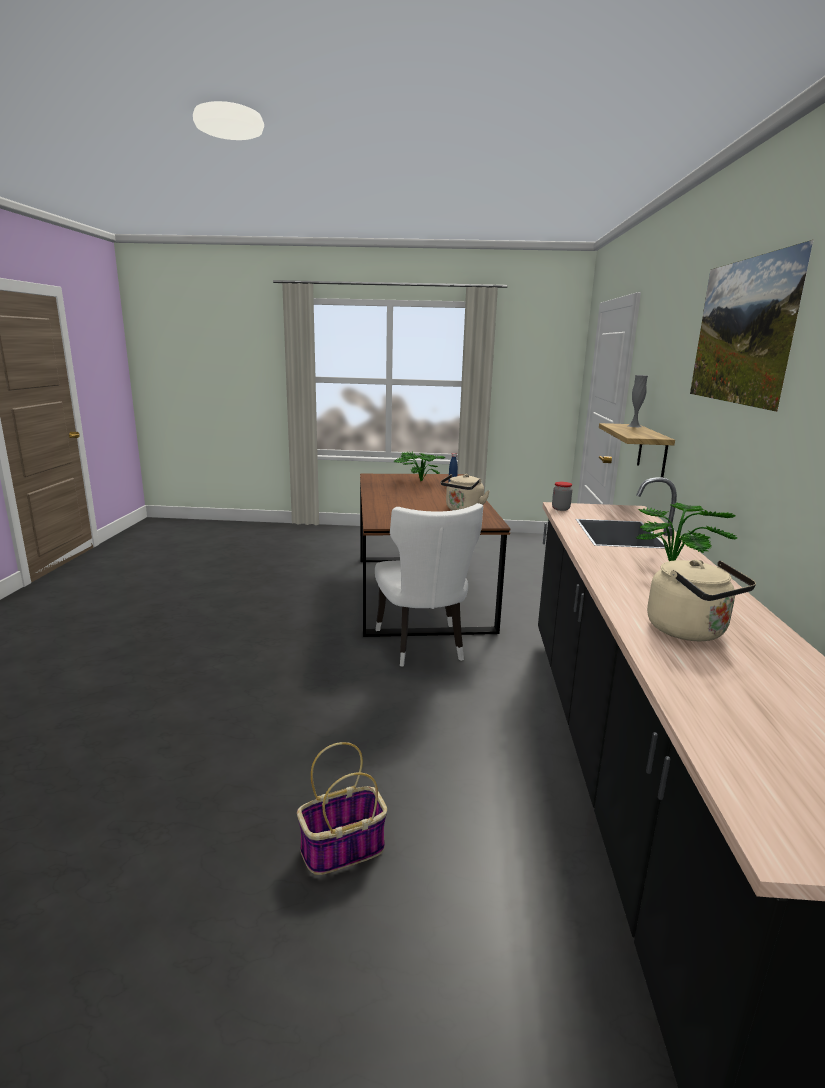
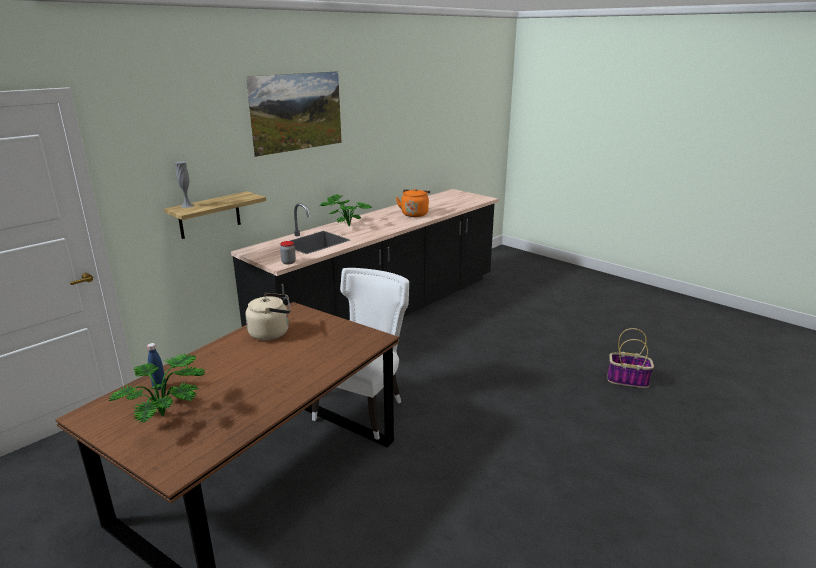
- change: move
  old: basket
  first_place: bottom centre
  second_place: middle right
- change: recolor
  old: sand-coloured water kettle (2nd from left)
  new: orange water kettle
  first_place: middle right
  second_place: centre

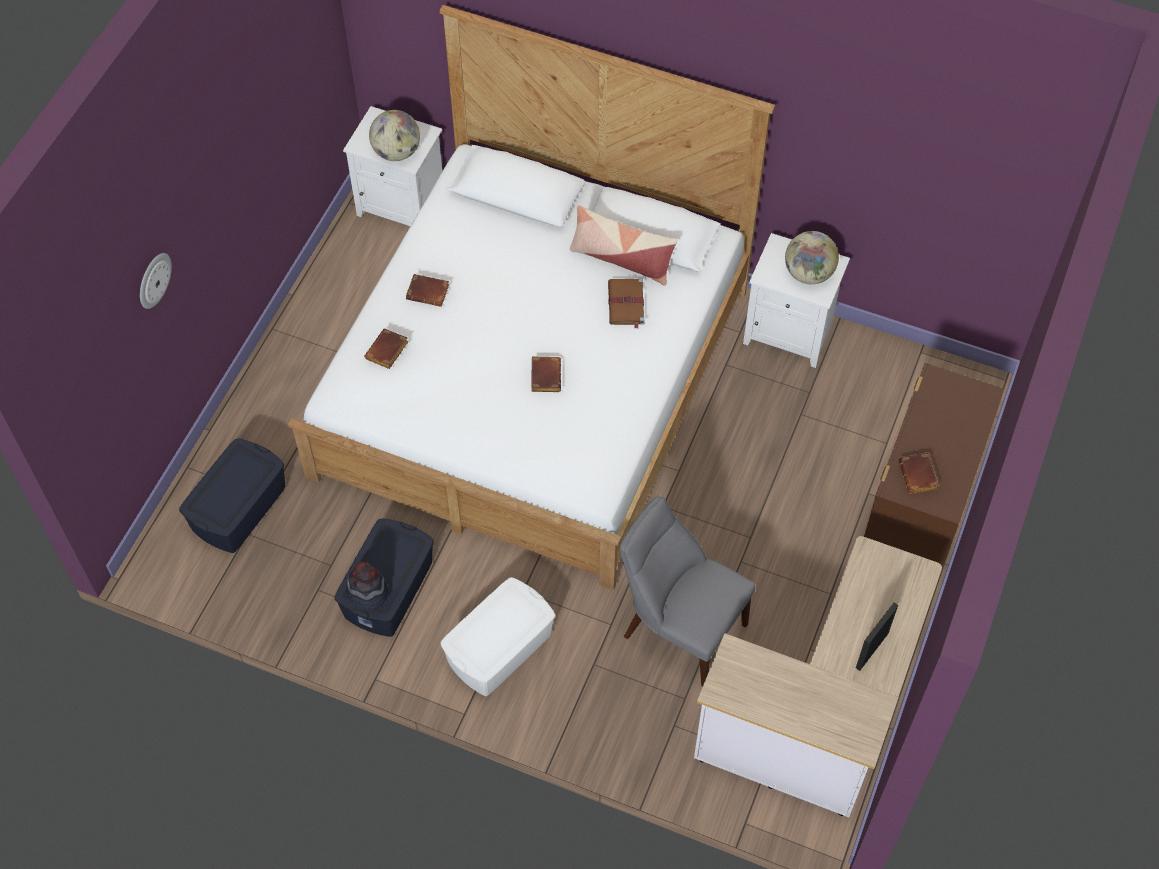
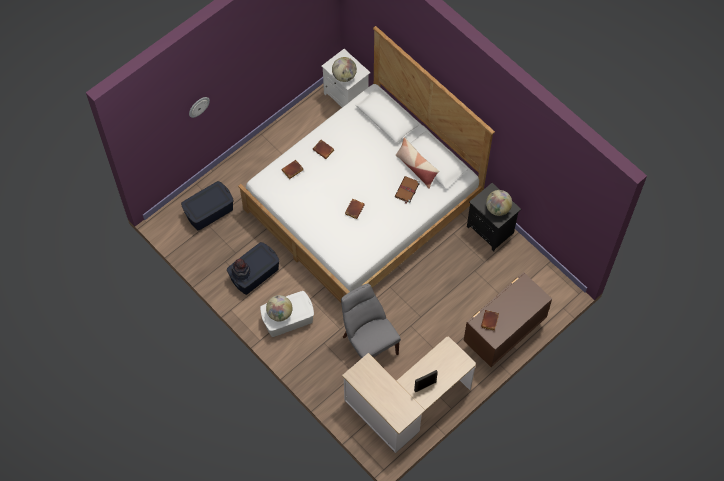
- change: recolor
  old: white-coloured bedside table (2nd from left)
  new: blackish bedside table
  first_place: middle right
  second_place: middle right
- change: insert
  new: globe (1st from left)
  second_place: centre

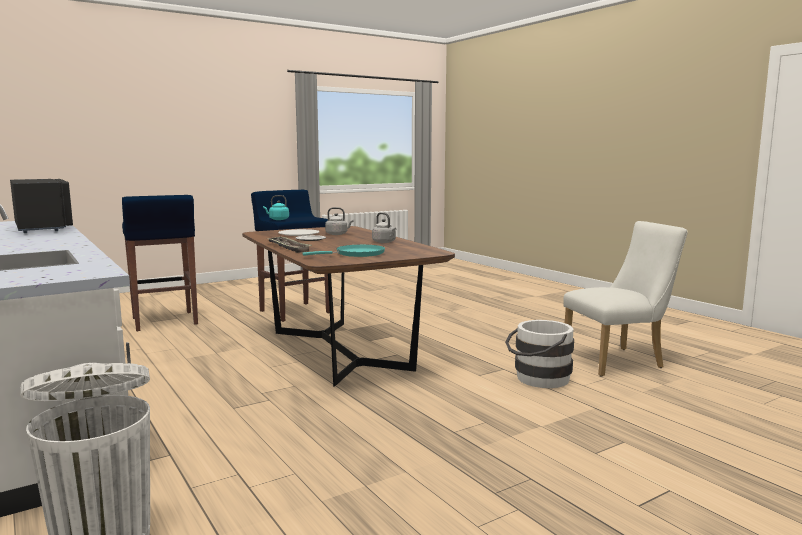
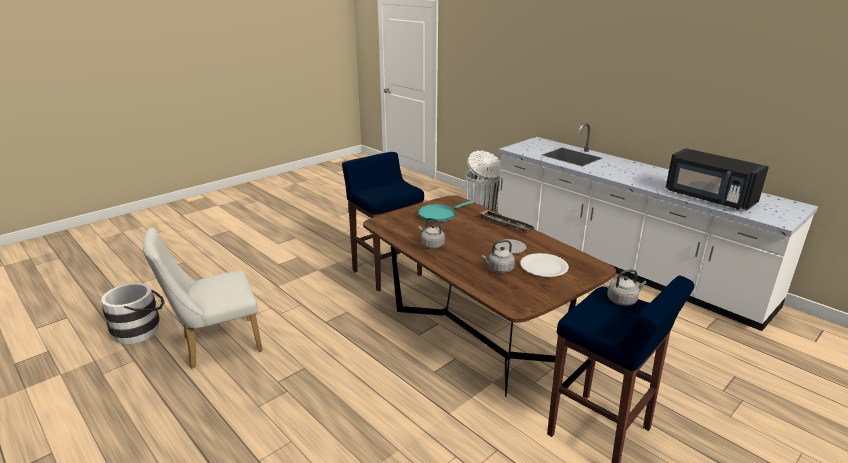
- change: move
  old: blue stool seat (1st from left)
  first_place: middle left
  second_place: centre
- change: recolor
  old: blue-green water kettle
  new: greyish water kettle (3rd from left)
  first_place: centre
  second_place: middle right
- change: move
  old: white-coloured water bucket
  first_place: middle right
  second_place: bottom left

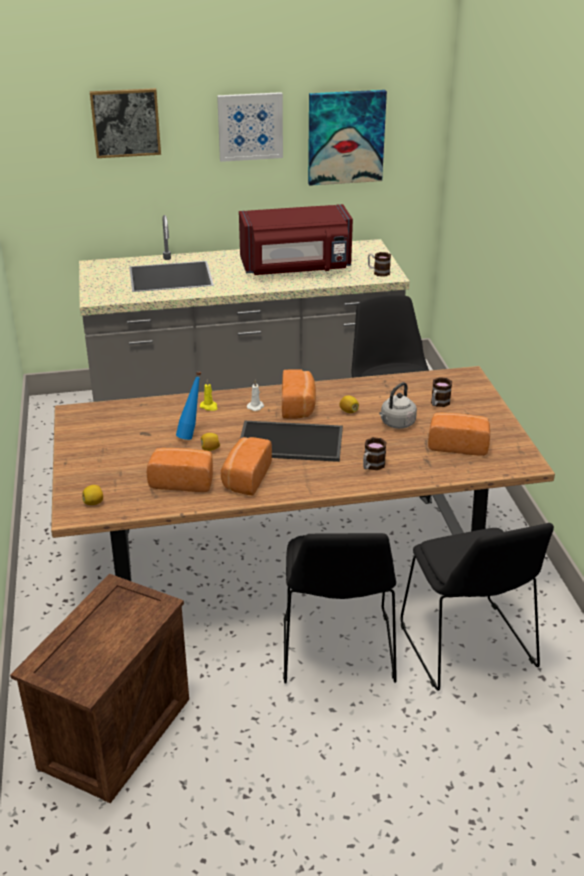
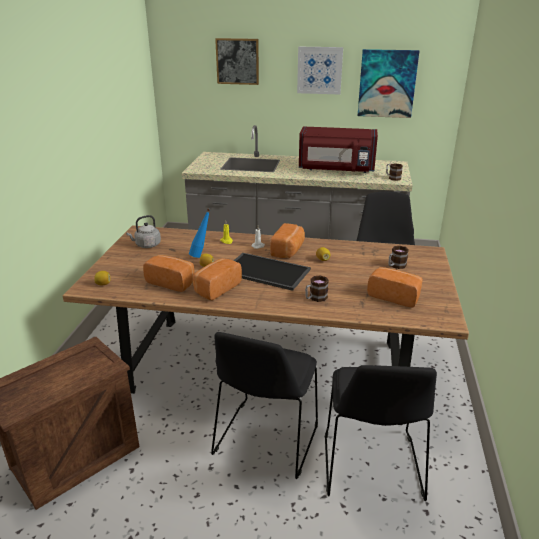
- change: move
  old: greyish water kettle
  first_place: middle right
  second_place: middle left

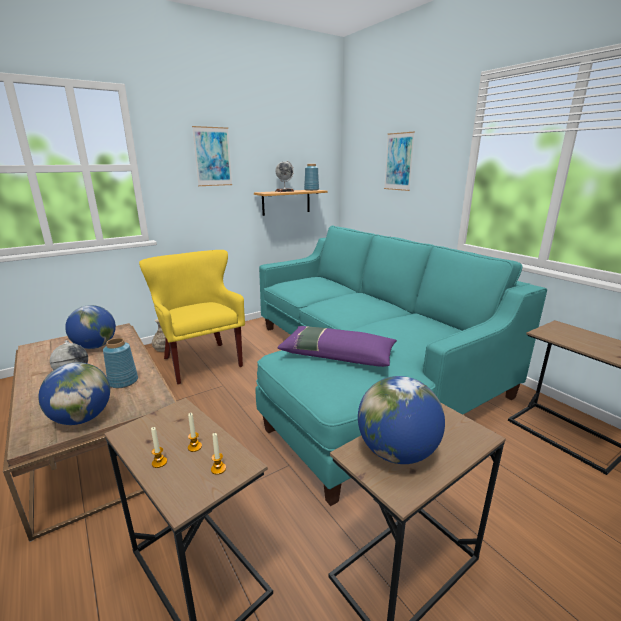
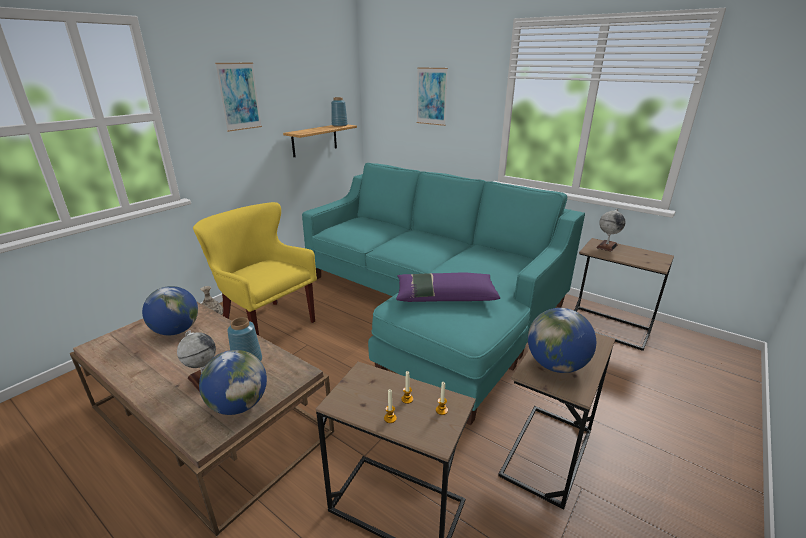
- change: move
  old: globe (4th from left in the first image)
  new: globe (5th from left)
  first_place: top centre
  second_place: middle right

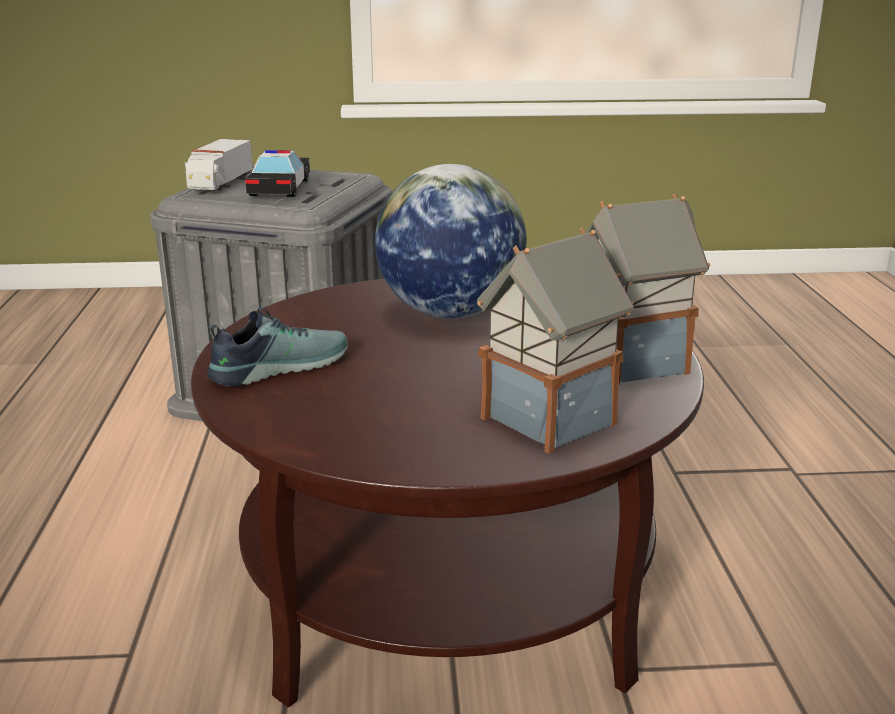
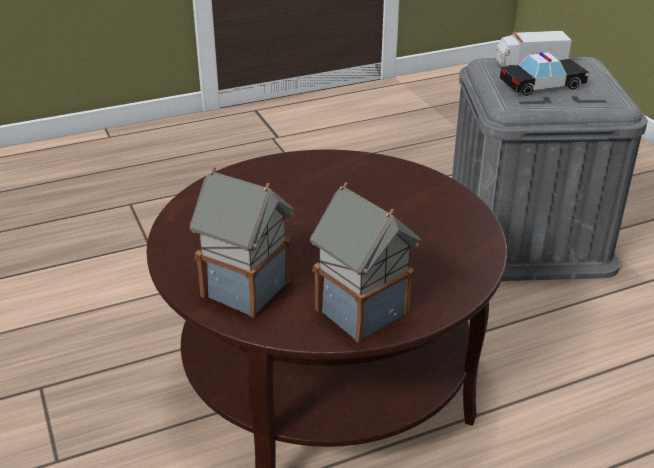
- change: delete
  old: shoe
  first_place: middle left
- change: delete
  old: globe
  first_place: centre

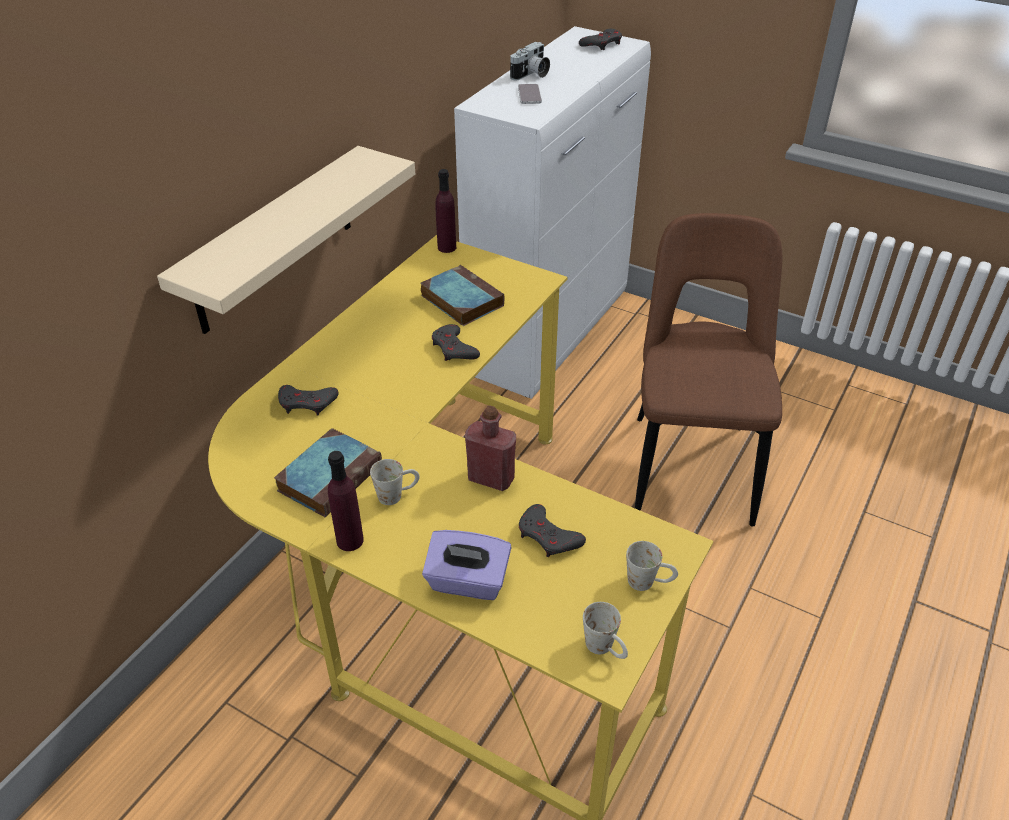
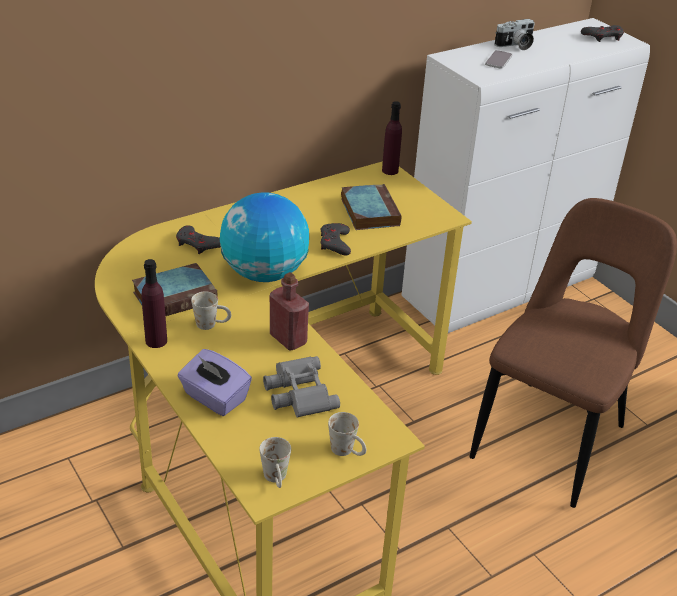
- change: delete
  old: sand-coloured bracket shelf
  first_place: top left
- change: replace
  old: greyish game controller (3rd from left)
  new: greyish field glasses
  first_place: centre
  second_place: centre
- change: insert
  new: globe
  second_place: centre

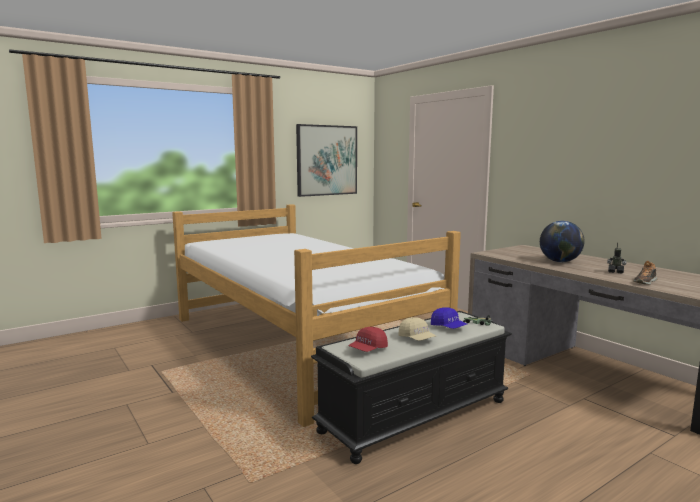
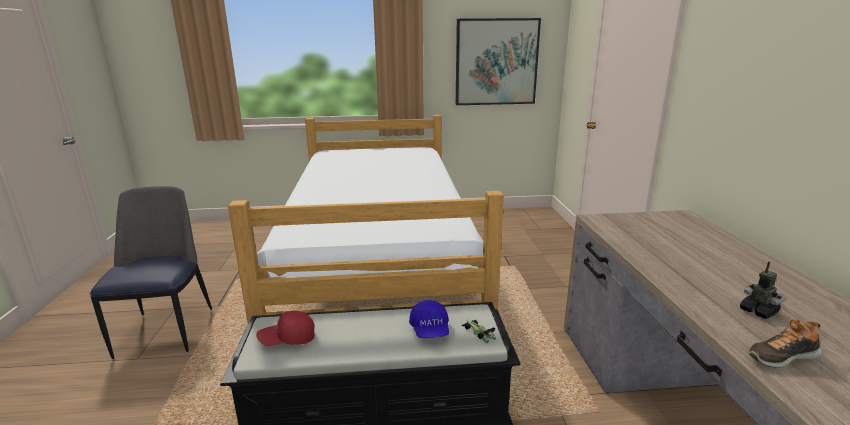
- change: delete
  old: sand-coloured peaked cap
  first_place: centre
- change: delete
  old: globe
  first_place: middle right
- change: insert
  new: plain chair
  second_place: middle left

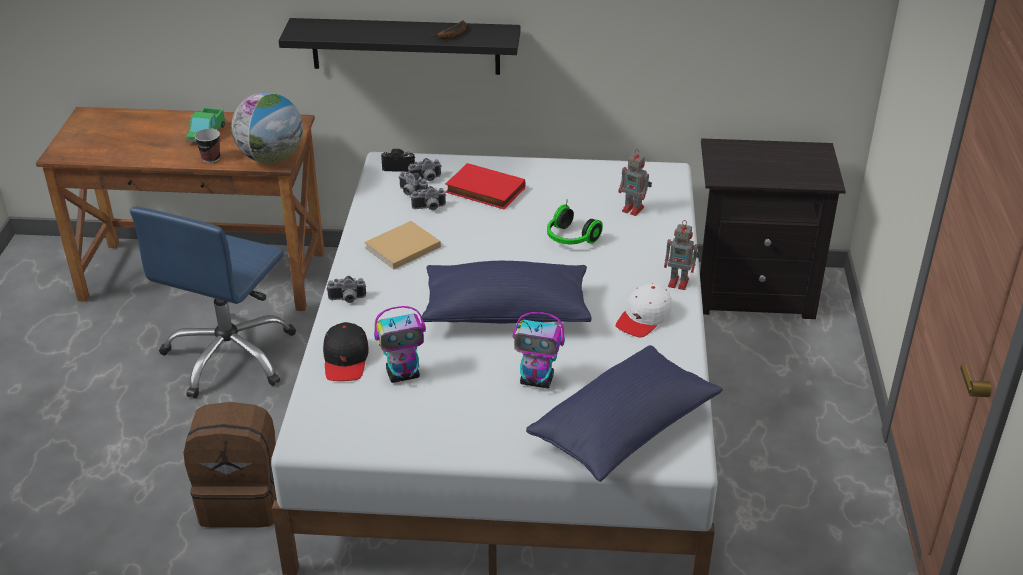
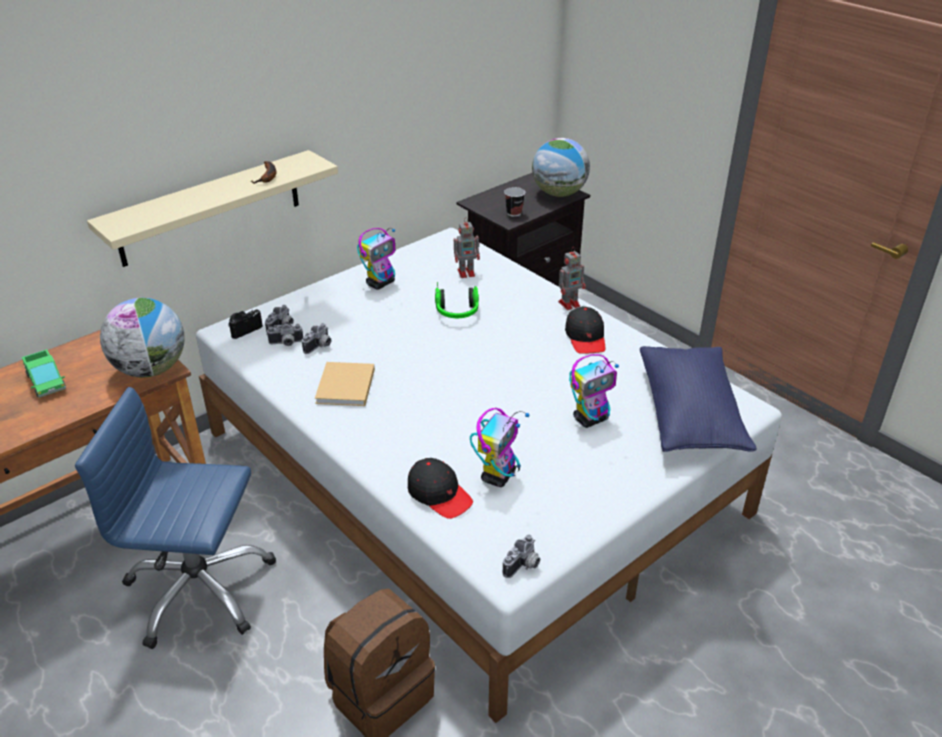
- change: rotate
  old: blue computer chair
  first_place: middle left
  second_place: bottom left
  degrees: 120
- change: move
  old: drinking cup
  first_place: top left
  second_place: top centre
- change: recolor
  old: blackish bracket shelf
  new: sand-coloured bracket shelf
  first_place: top centre
  second_place: top left
- change: move
  old: still camera (1st from left in the first image)
  new: still camera (5th from left)
  first_place: centre
  second_place: bottom centre
- change: delete
  old: blue cushion (1st from left)
  first_place: centre
- change: delete
  old: reddish bound book
  first_place: top centre
- change: recolor
  old: white-coloured peaked cap
  new: blackish peaked cap (2nd from left)
  first_place: centre
  second_place: centre
- change: insert
  new: robot figure (1st from left)
  second_place: centre
- change: insert
  new: globe (2nd from left)
  second_place: top centre

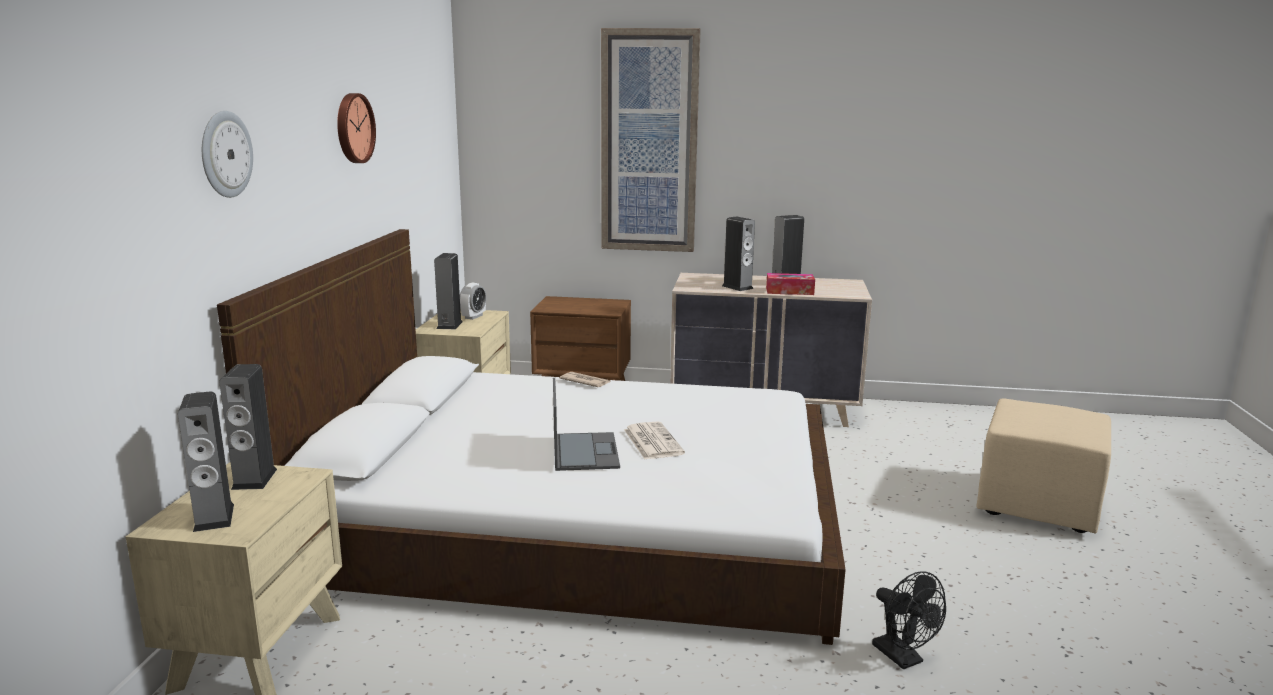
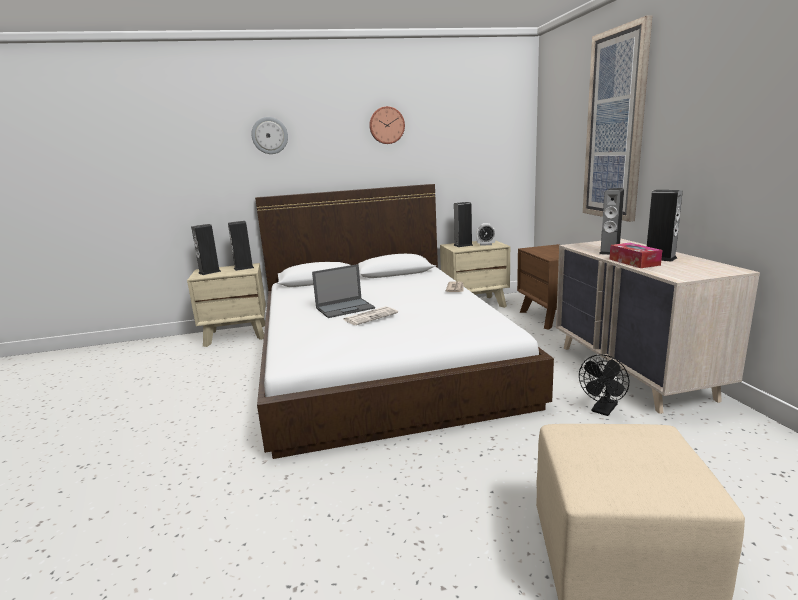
- change: move
  old: blackish electric fan
  first_place: bottom right
  second_place: middle right

